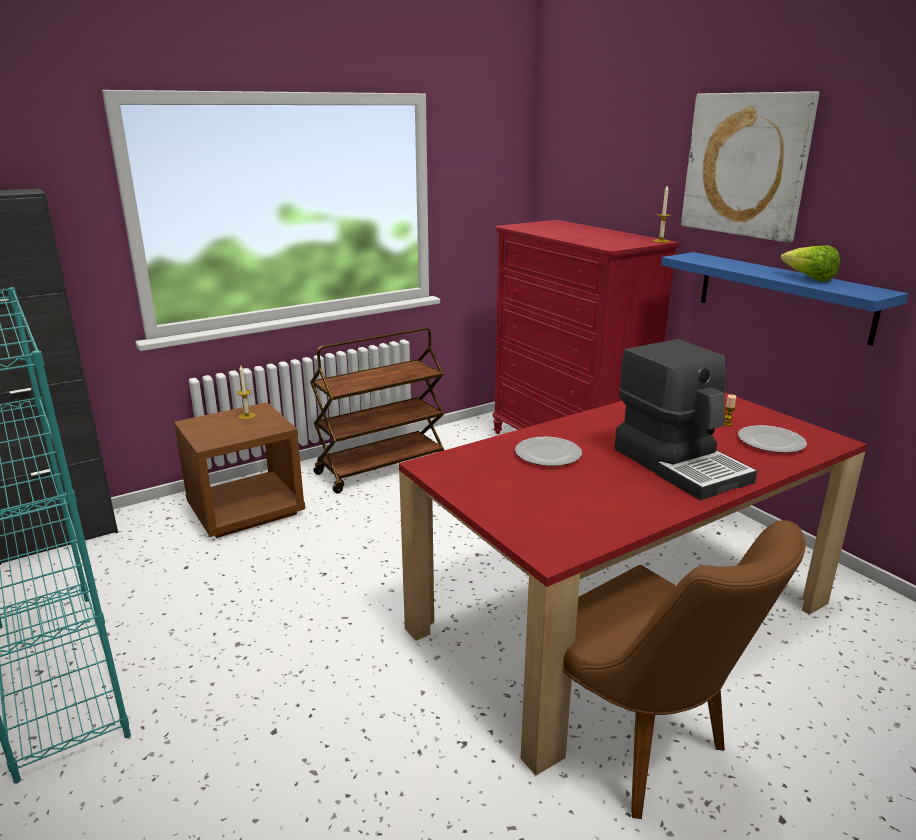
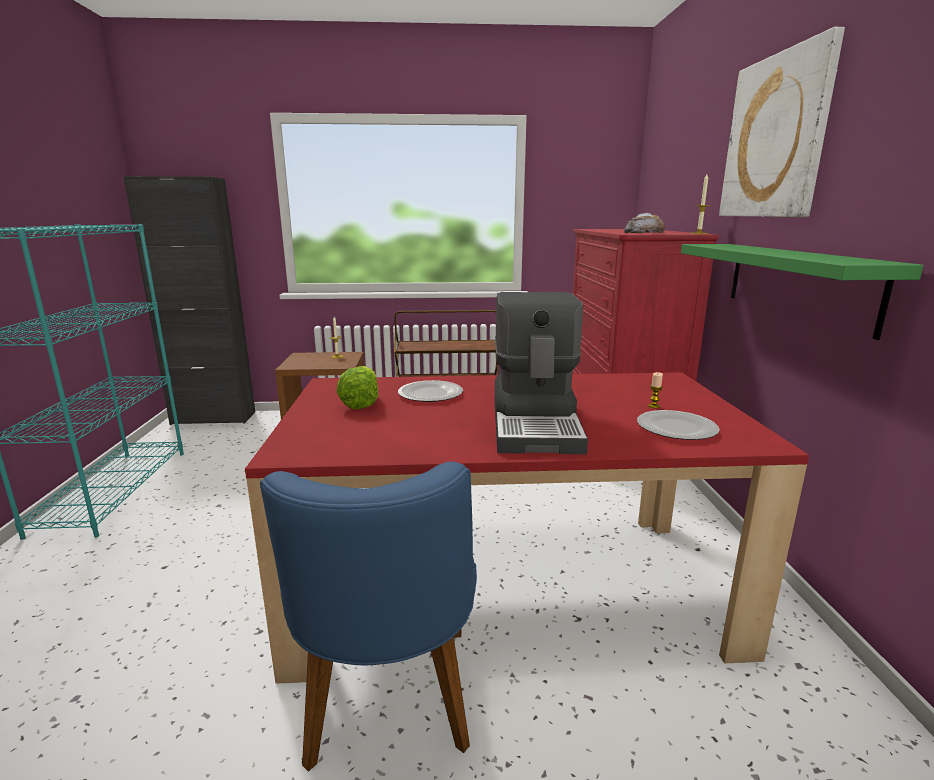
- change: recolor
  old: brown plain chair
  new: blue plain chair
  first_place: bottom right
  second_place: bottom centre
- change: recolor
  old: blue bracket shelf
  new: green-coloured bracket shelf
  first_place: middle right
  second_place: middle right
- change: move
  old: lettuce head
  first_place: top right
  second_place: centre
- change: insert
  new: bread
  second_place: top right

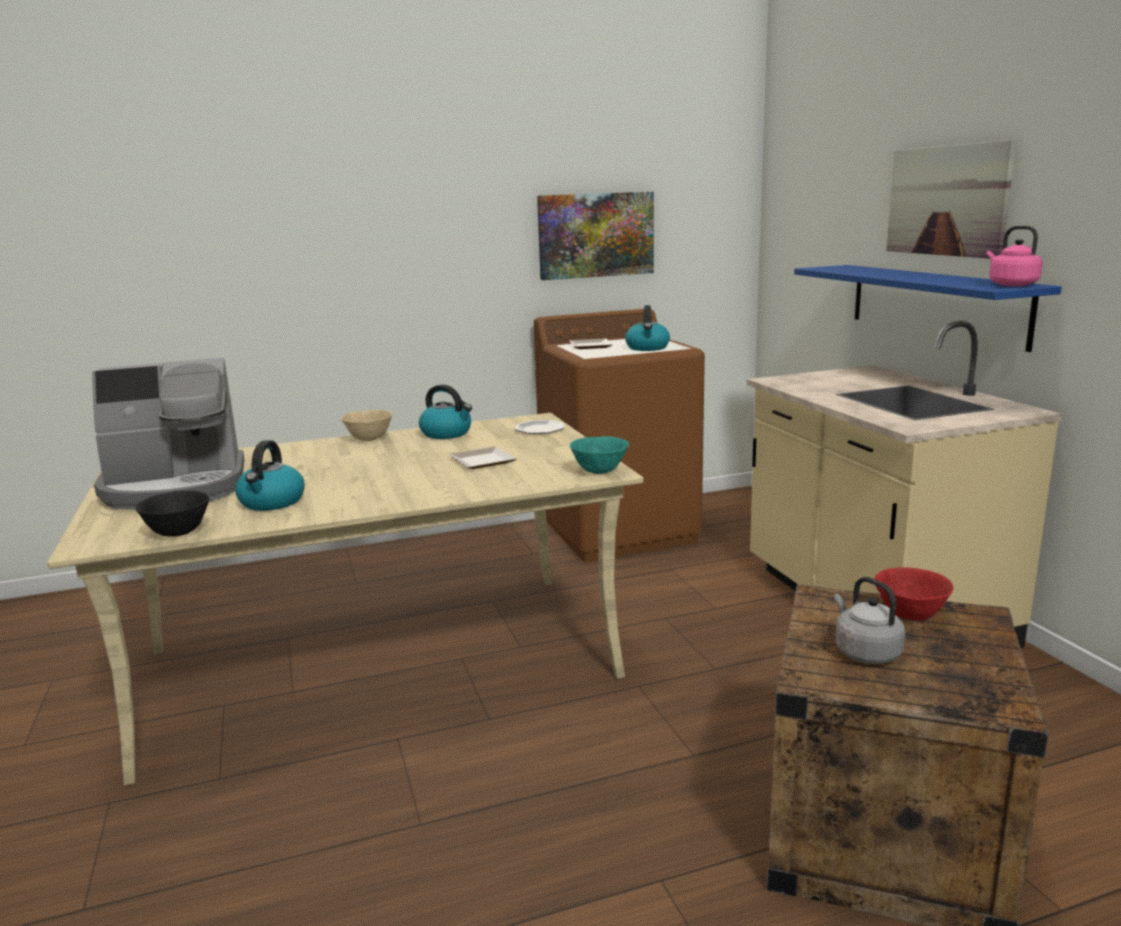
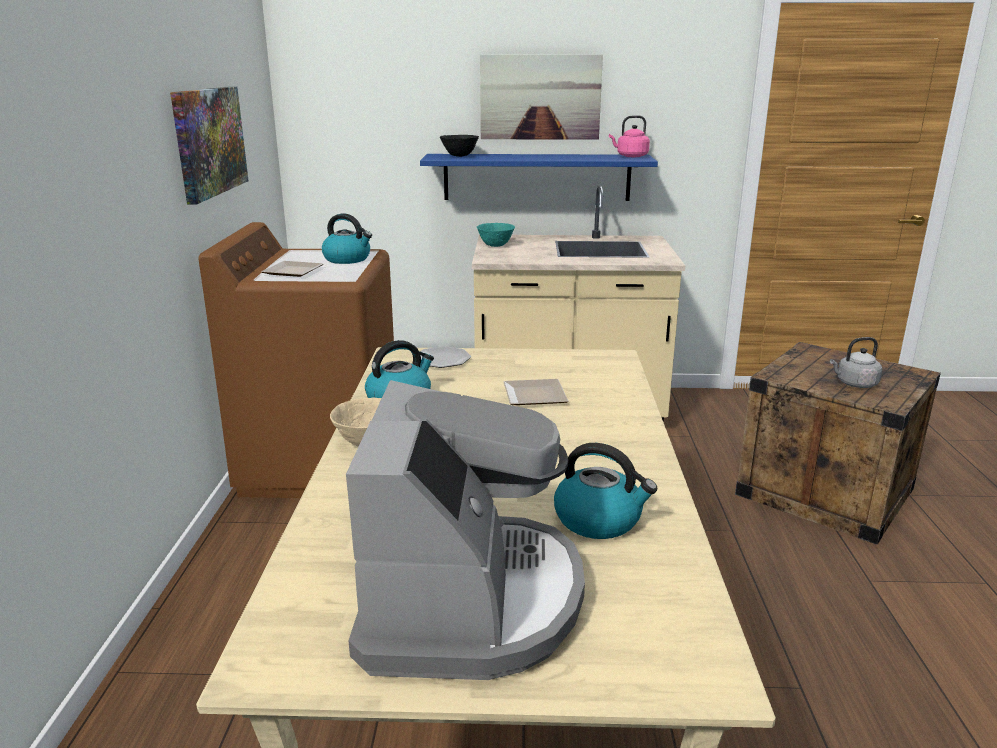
- change: move
  old: blackish serving bowl
  first_place: middle left
  second_place: top centre
- change: move
  old: blue-green serving bowl
  first_place: centre
  second_place: top centre
- change: delete
  old: reddish serving bowl
  first_place: middle right

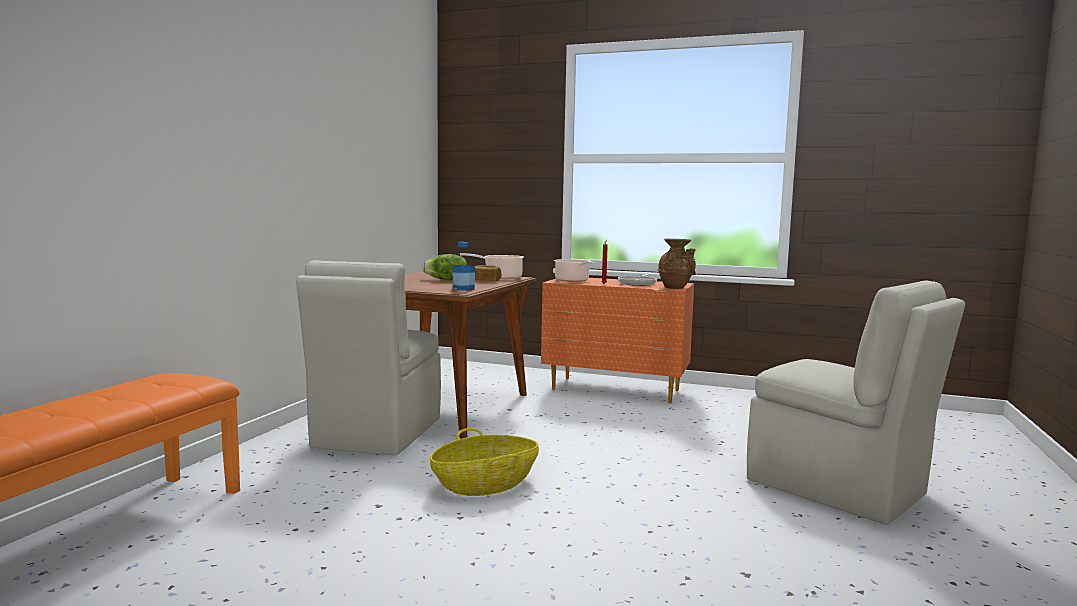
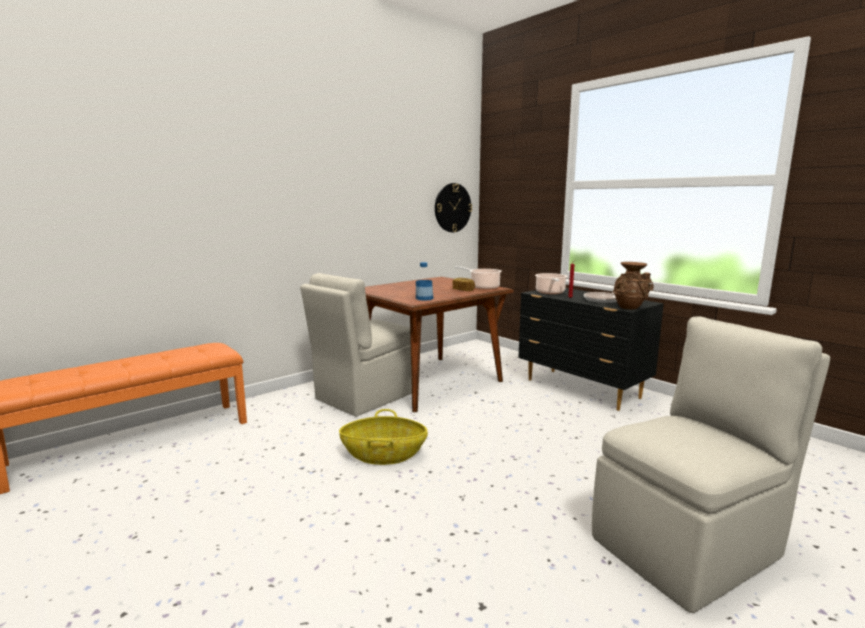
- change: delete
  old: lettuce head
  first_place: centre
- change: recolor
  old: orange drawer chest
  new: blackish drawer chest
  first_place: centre
  second_place: middle right
- change: rotate
  old: sand-coloured plain chair (2nd from left)
  first_place: middle right
  second_place: bottom right
  degrees: -105
- change: insert
  new: hanging clock
  second_place: top centre

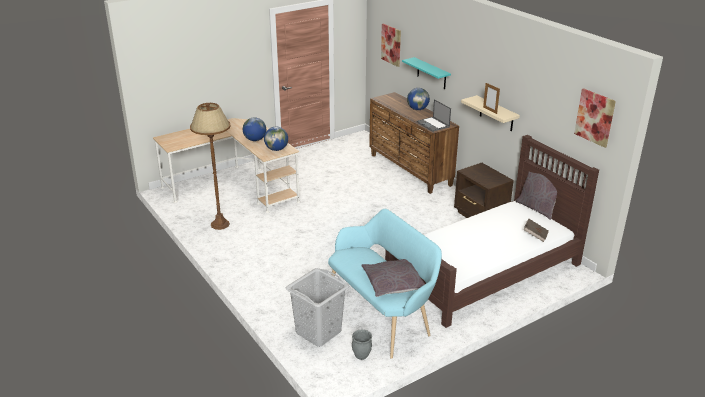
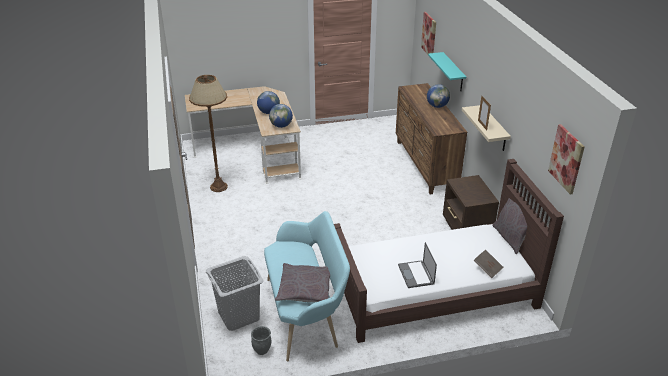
- change: move
  old: portable computer
  first_place: top centre
  second_place: bottom centre

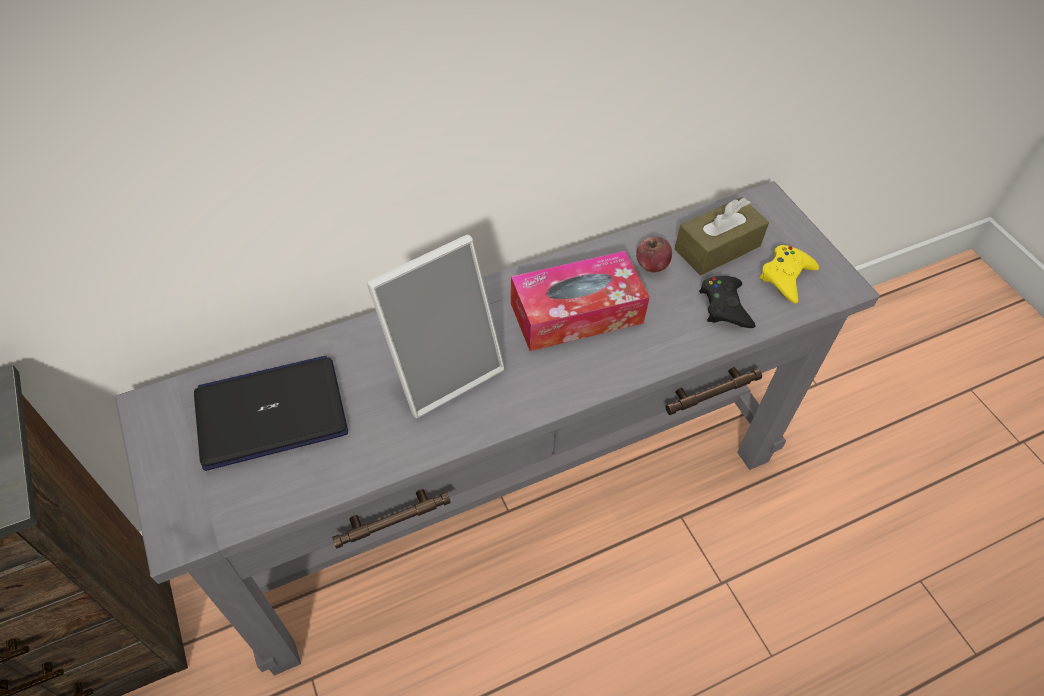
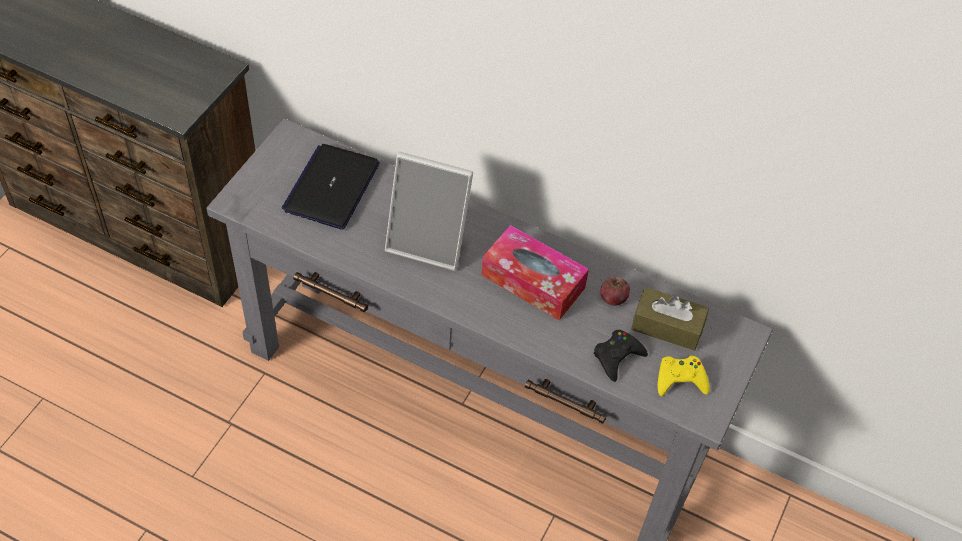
- change: rotate
  old: portable computer
  first_place: middle left
  second_place: centre
  degrees: -105

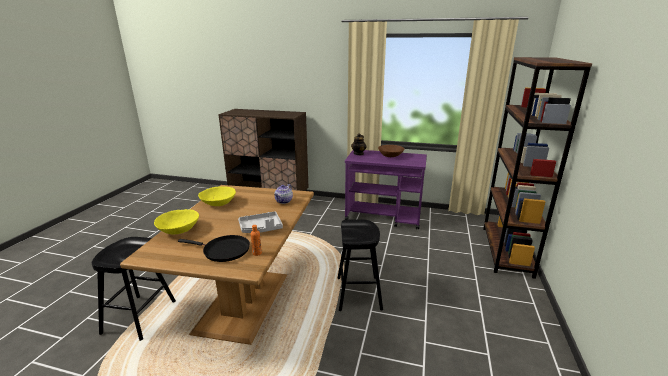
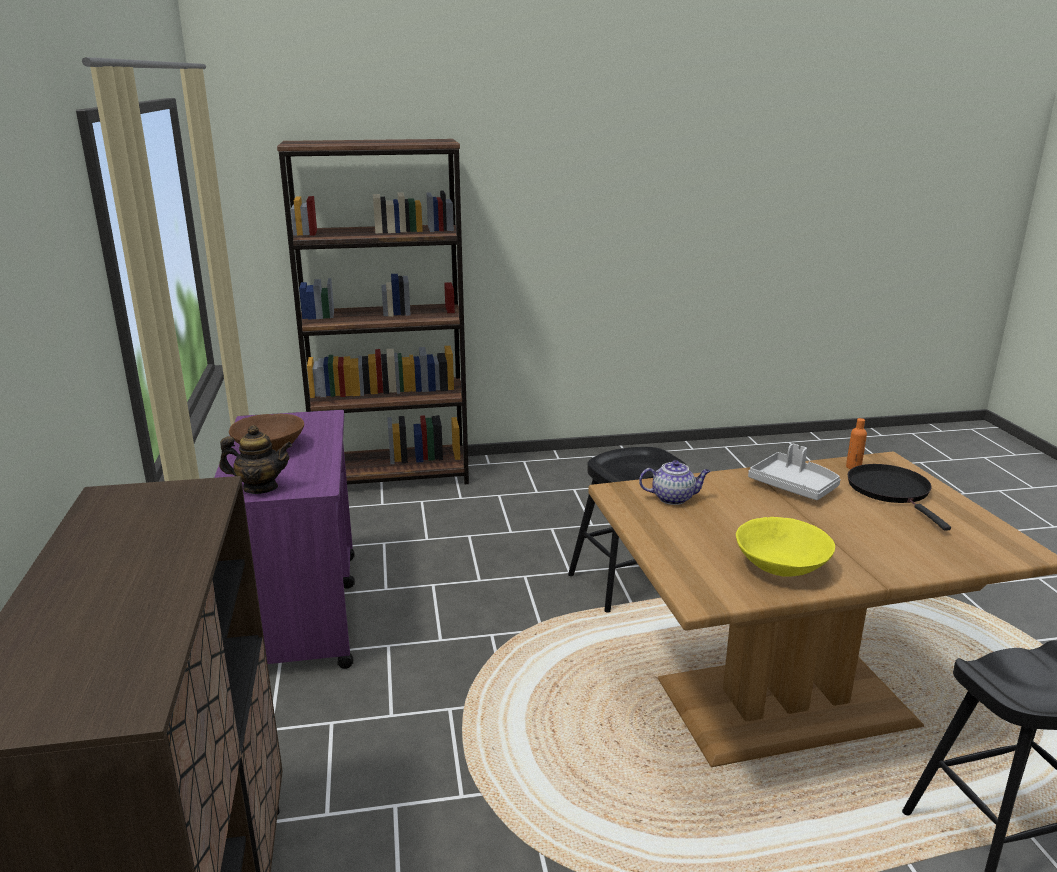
- change: delete
  old: yellow serving bowl (1st from left)
  first_place: middle left

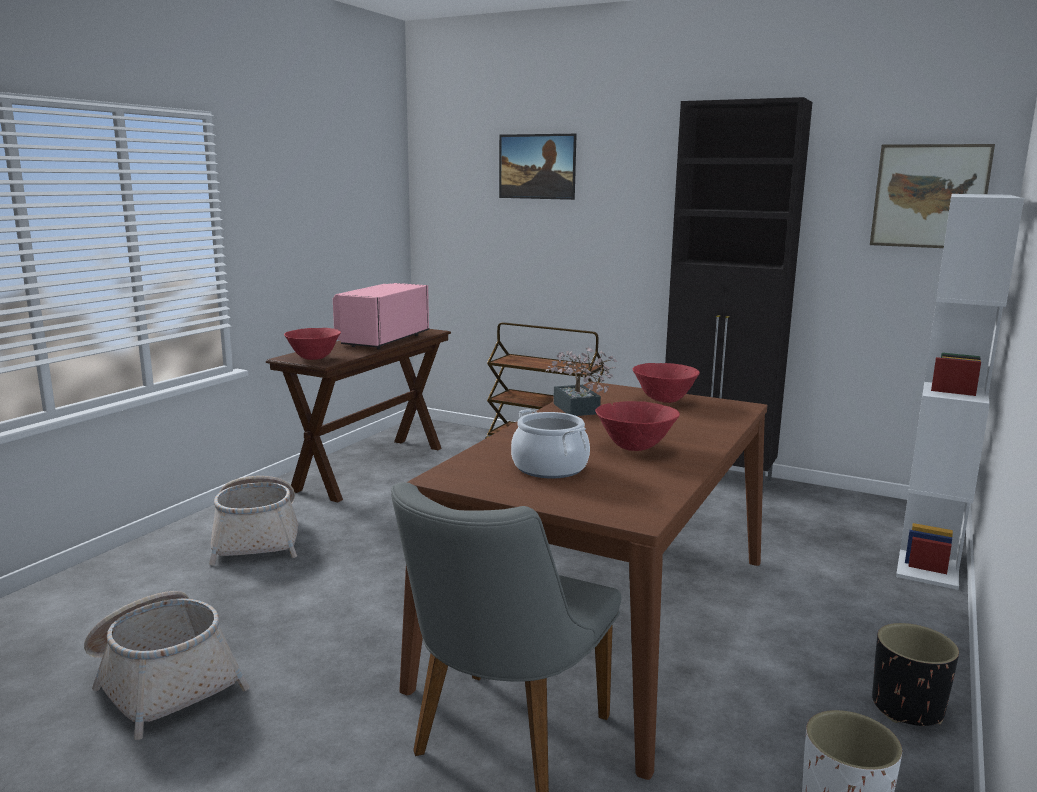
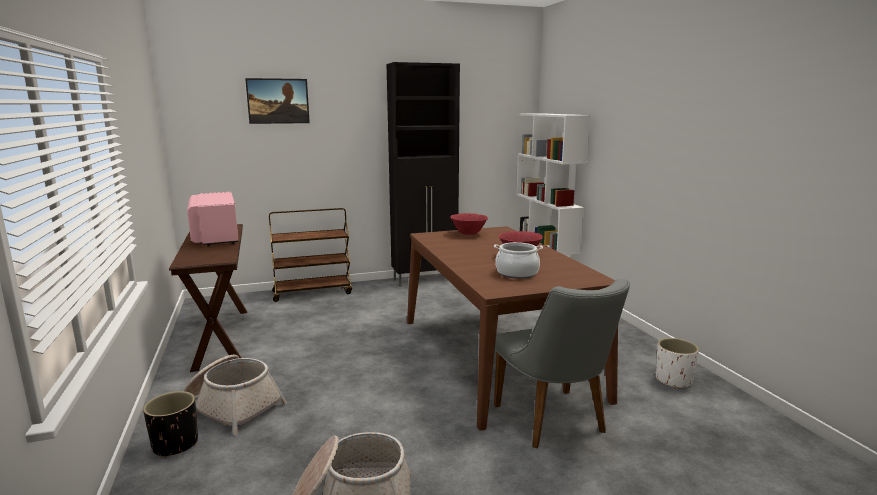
- change: delete
  old: reddish serving bowl (1st from left)
  first_place: middle left
- change: delete
  old: houseplant
  first_place: centre
- change: delete
  old: wall picture (2nd from left)
  first_place: top right
- change: move
  old: blackish flower pot
  first_place: bottom right
  second_place: bottom left

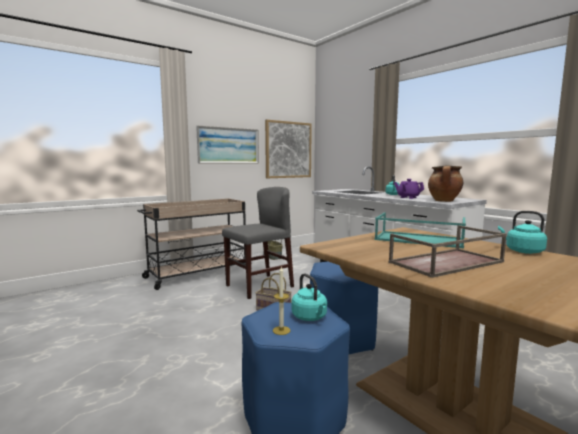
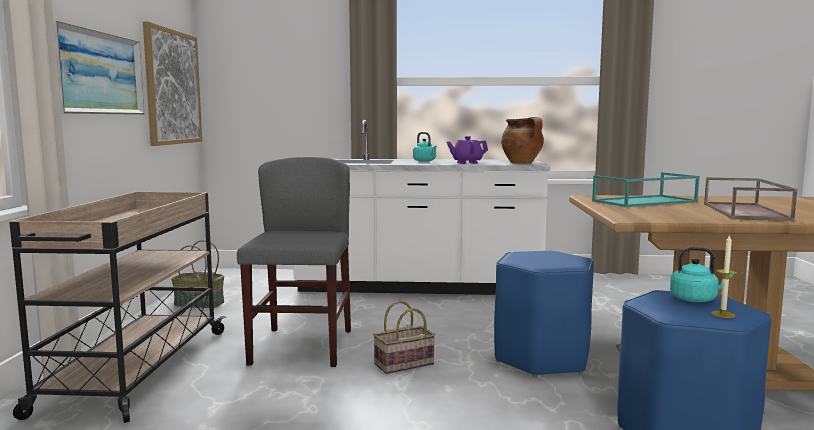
- change: delete
  old: blue-green water kettle (3rd from left)
  first_place: middle right

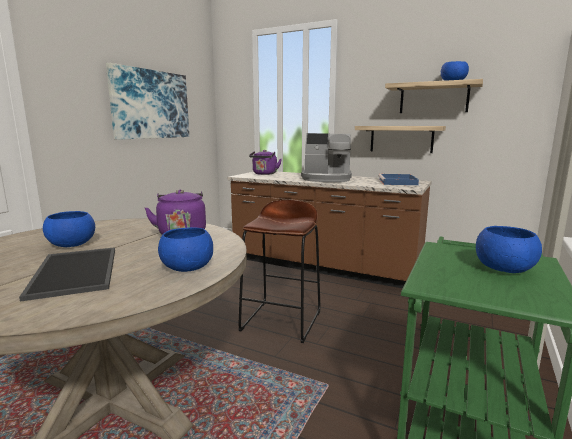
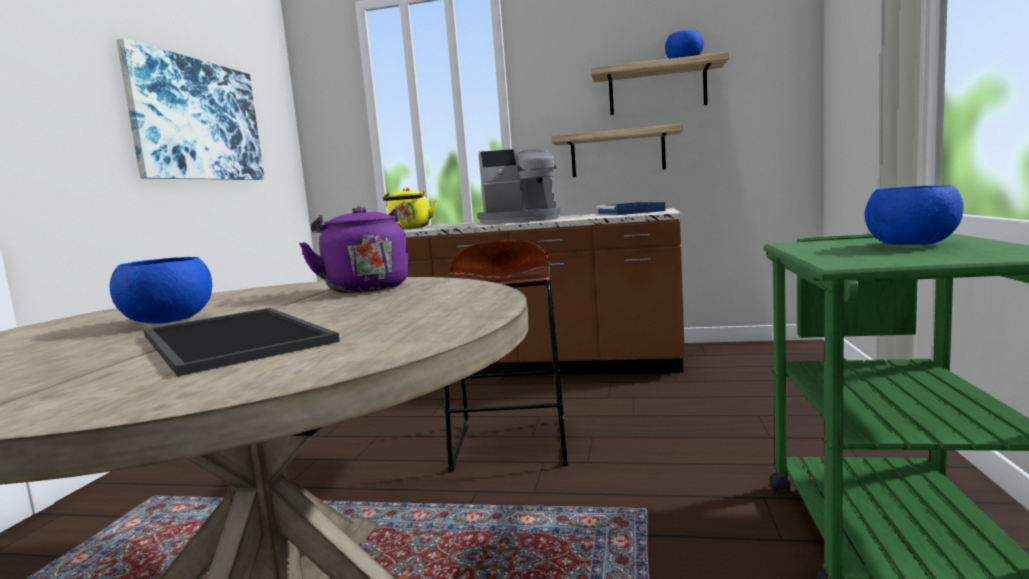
- change: delete
  old: blue serving bowl (2nd from left)
  first_place: middle left
- change: recolor
  old: purple water kettle (2nd from left)
  new: yellow water kettle
  first_place: centre
  second_place: centre

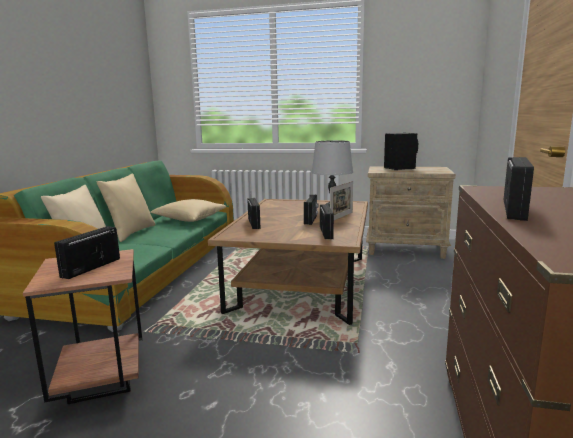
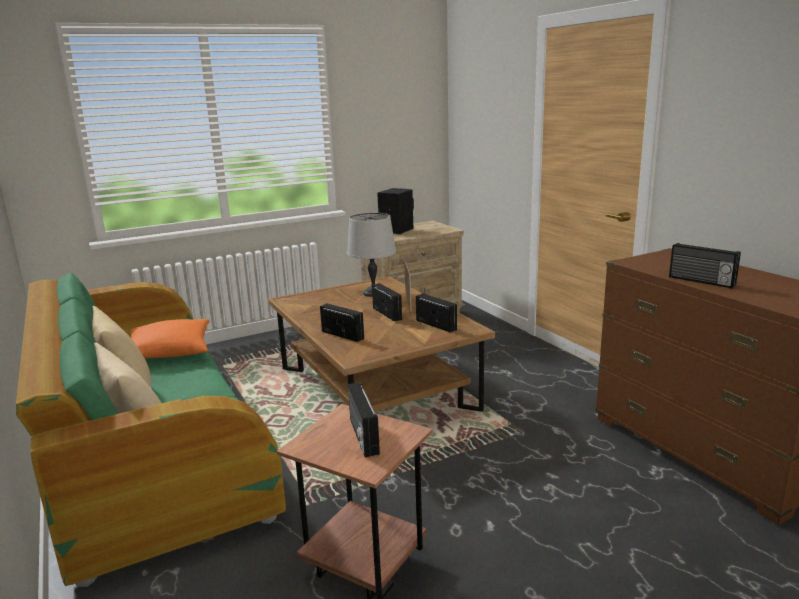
- change: recolor
  old: sand-coloured cushion (3rd from left)
  new: orange cushion
  first_place: middle left
  second_place: middle left
- change: rotate
  old: radio (5th from left)
  first_place: middle right
  second_place: middle right
  degrees: 150

